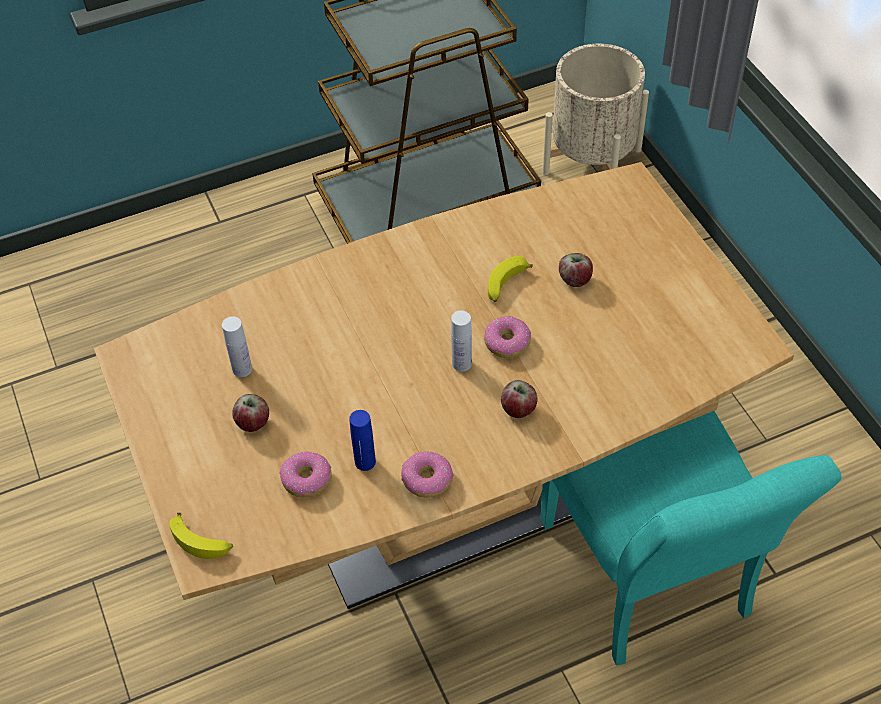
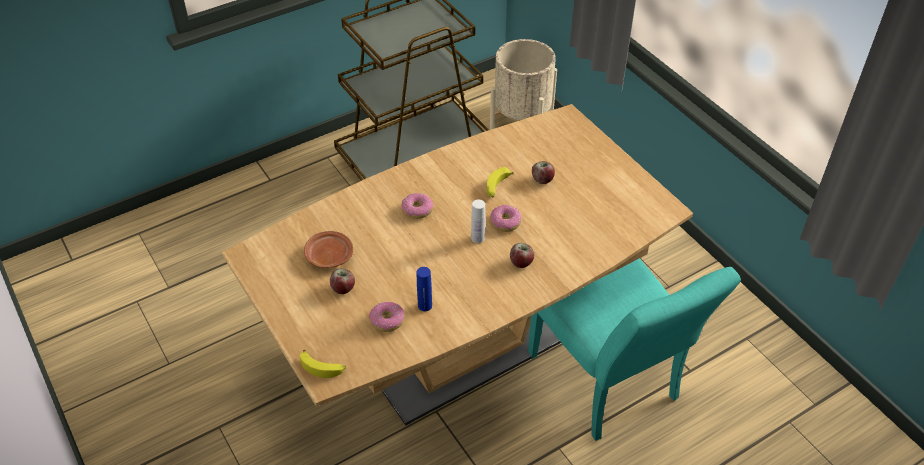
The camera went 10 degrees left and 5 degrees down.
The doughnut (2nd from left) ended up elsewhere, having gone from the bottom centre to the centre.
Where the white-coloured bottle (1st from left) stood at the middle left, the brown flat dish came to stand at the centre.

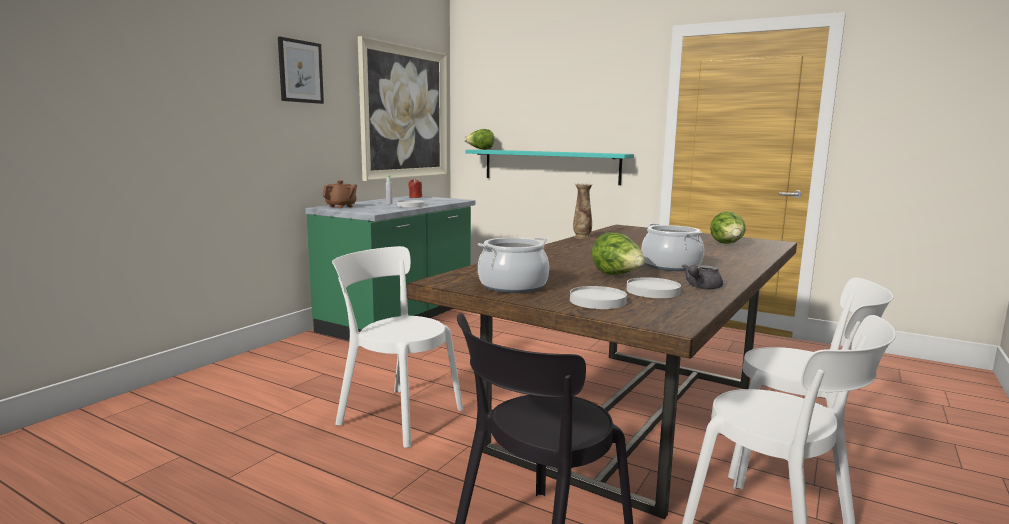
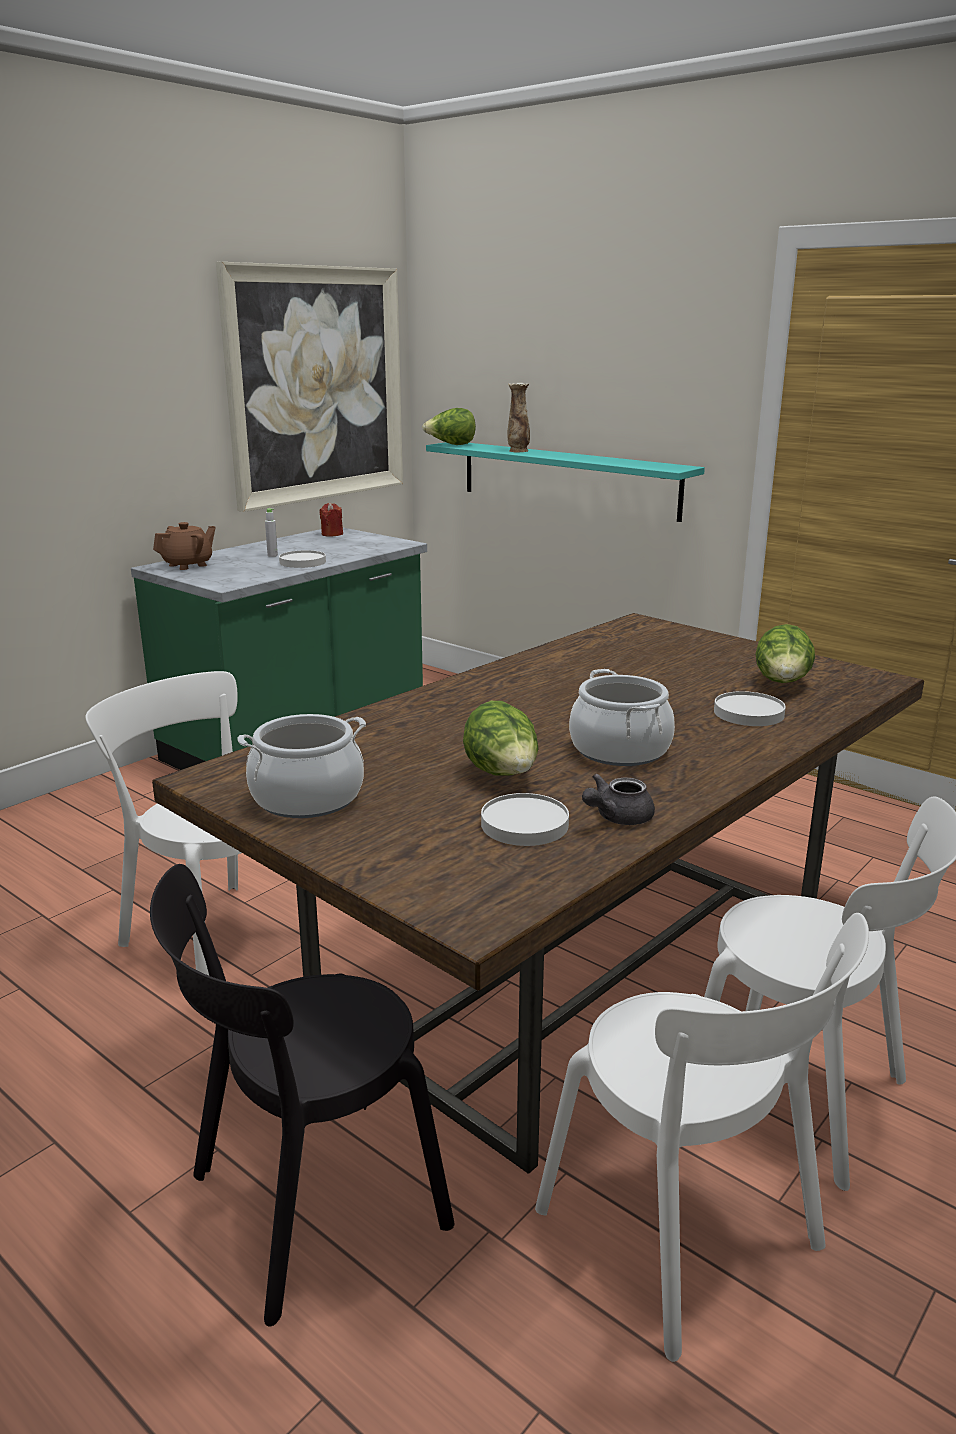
The camera went 10 degrees right and 10 degrees up.
The second view lost the picture (1st from left) at the top left.
The white-coloured flat dish (2nd from left in the first image) ended up elsewhere, having gone from the centre to the middle right.
The vase ended up elsewhere, having gone from the centre to the top centre.

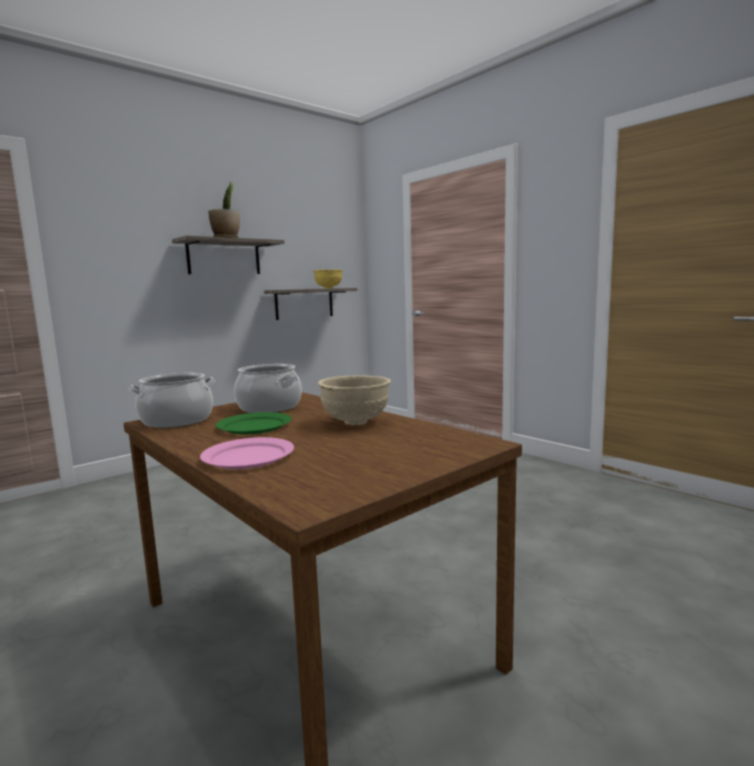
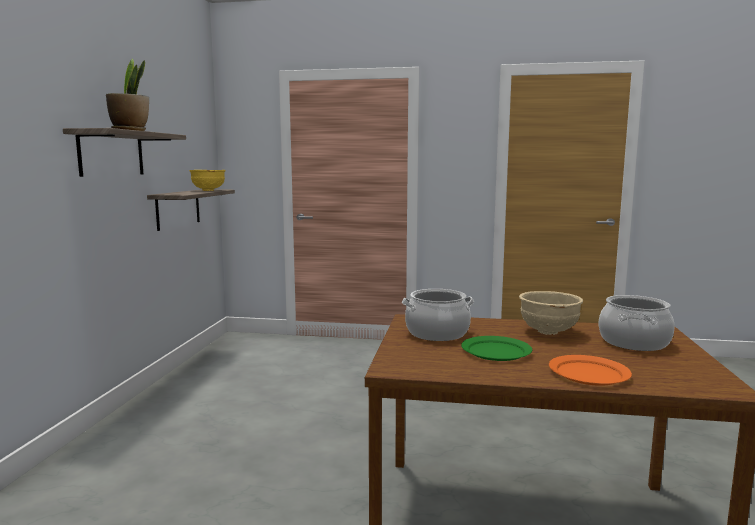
The camera went 40 degrees left and 0 degrees up.
The stockpot (1st from left in the first image) ended up elsewhere, having gone from the middle left to the middle right.
What was the pink flat dish at the middle left turned into the orange flat dish at the bottom right.

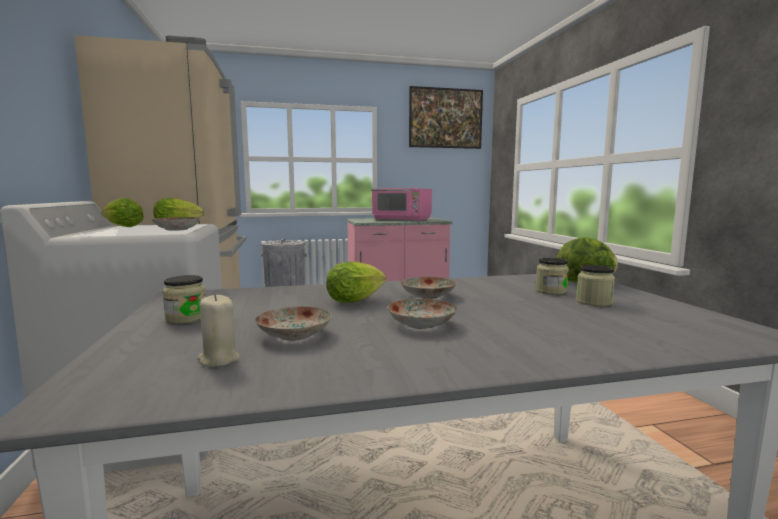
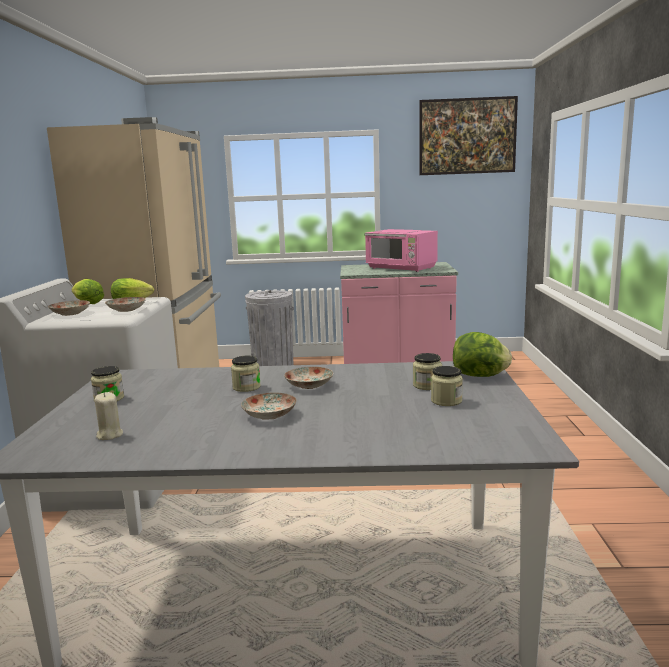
The camera went 15 degrees right and 5 degrees up.
The flat dish (2nd from left in the first image) ended up elsewhere, having gone from the centre to the middle left.
Where the lettuce head (3rd from left) stood at the centre, the jar (2nd from left) came to stand at the centre.

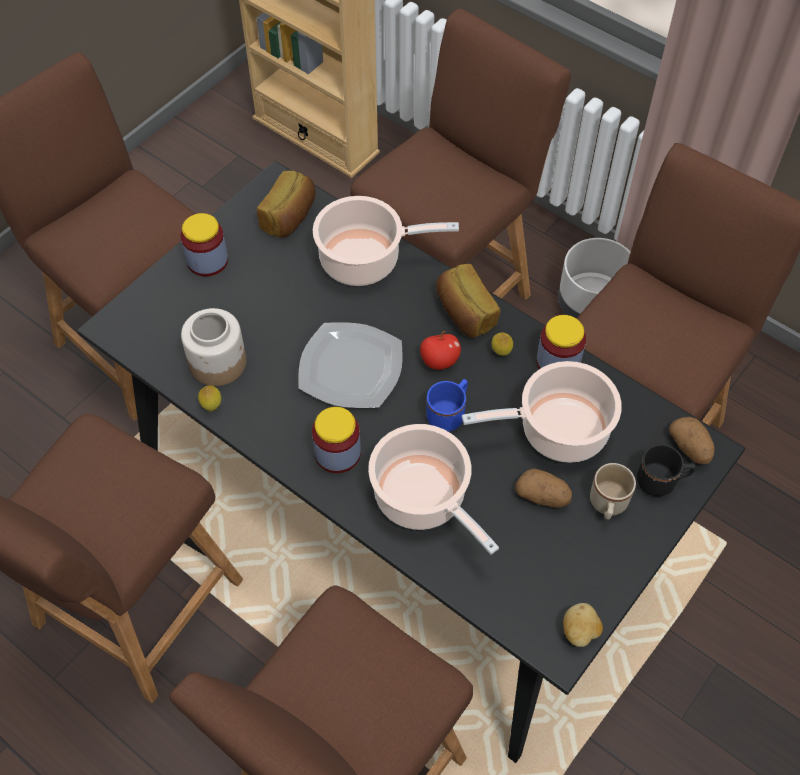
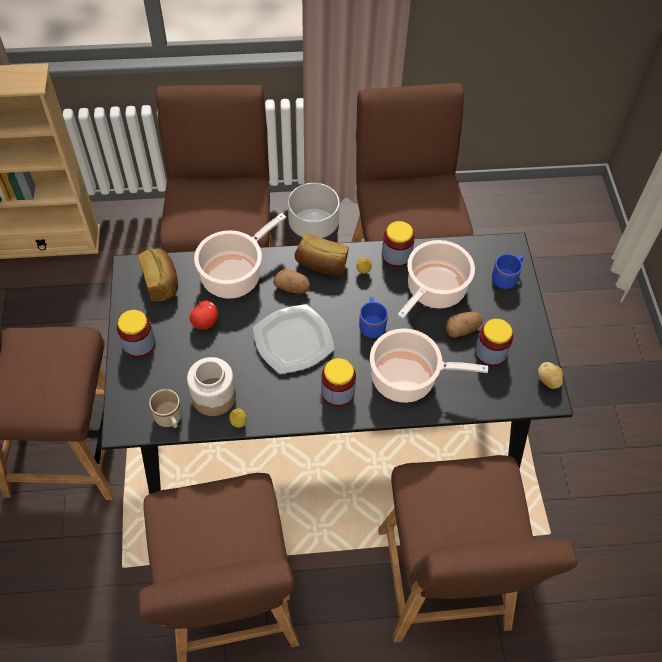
The camera went 45 degrees left and 0 degrees up.
The second view gained the jar (5th from left) at the middle right.
The whole apple ended up elsewhere, having gone from the centre to the middle left.
The beige coffee mug ended up elsewhere, having gone from the middle right to the middle left.
The whole potato (3rd from left in the first image) ended up elsewhere, having gone from the middle right to the centre.
What was the black-coloured coffee mug at the middle right turned into the blue coffee mug (2nd from left) at the middle right.

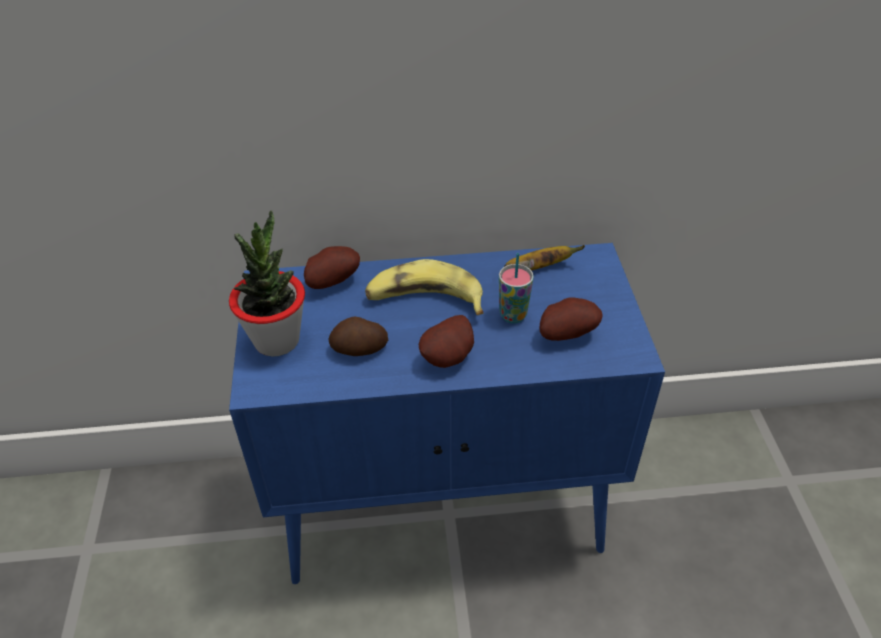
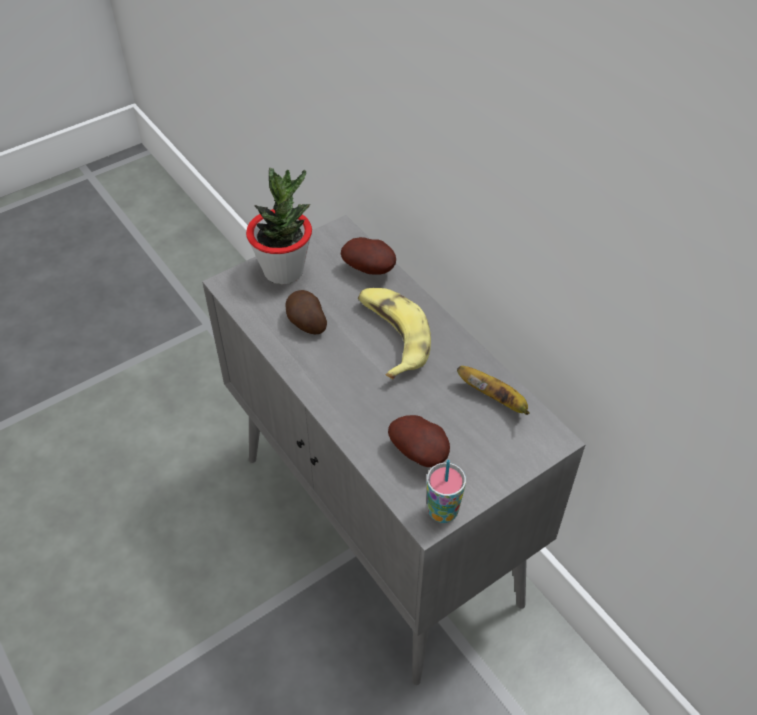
The camera went 60 degrees right and 5 degrees up.
The second view lost the whole potato (3rd from left) at the centre.
The drinking cup ended up elsewhere, having gone from the centre to the bottom centre.
What was the blue cabinet at the centre turned into the grey cabinet at the centre.

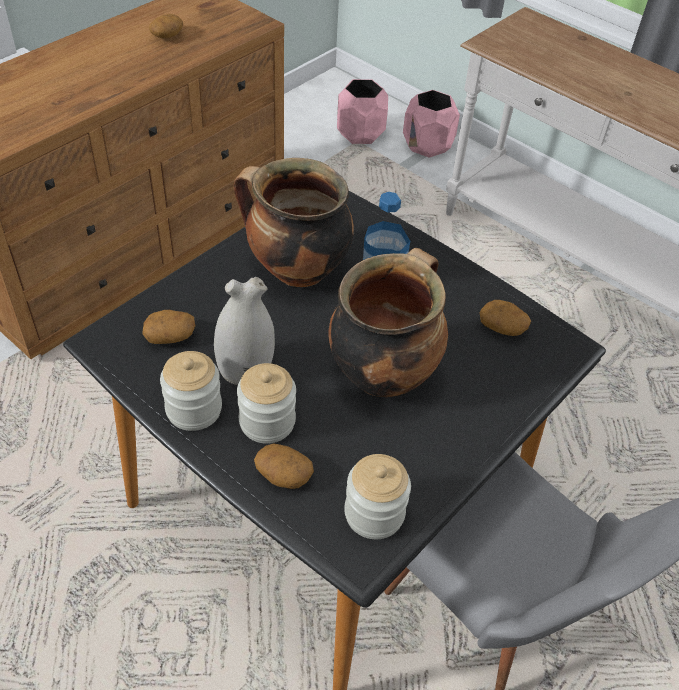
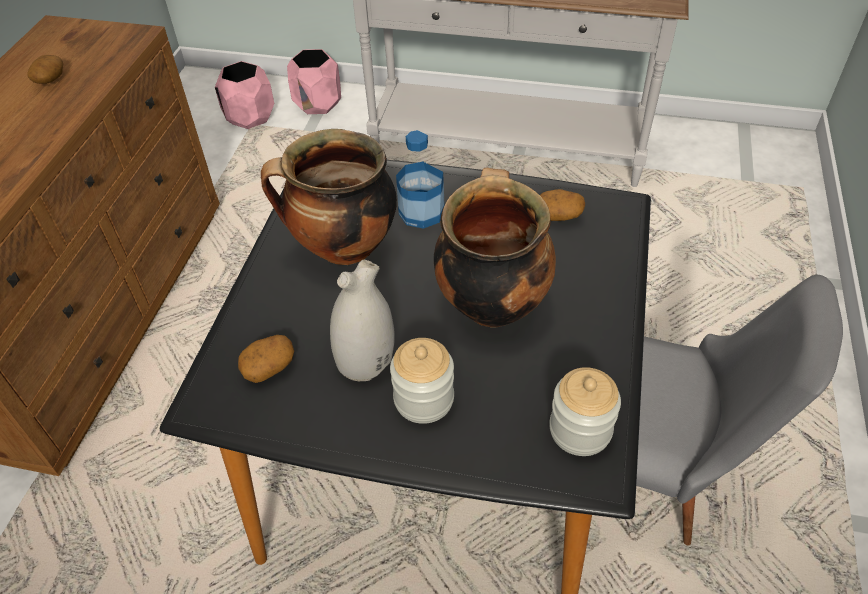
The camera went 25 degrees left and 0 degrees up.
The second view lost the jar (1st from left) at the middle left.
The second view lost the whole potato (3rd from left) at the bottom centre.

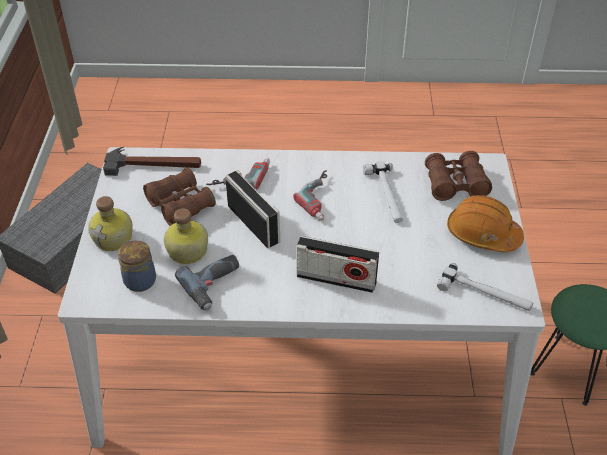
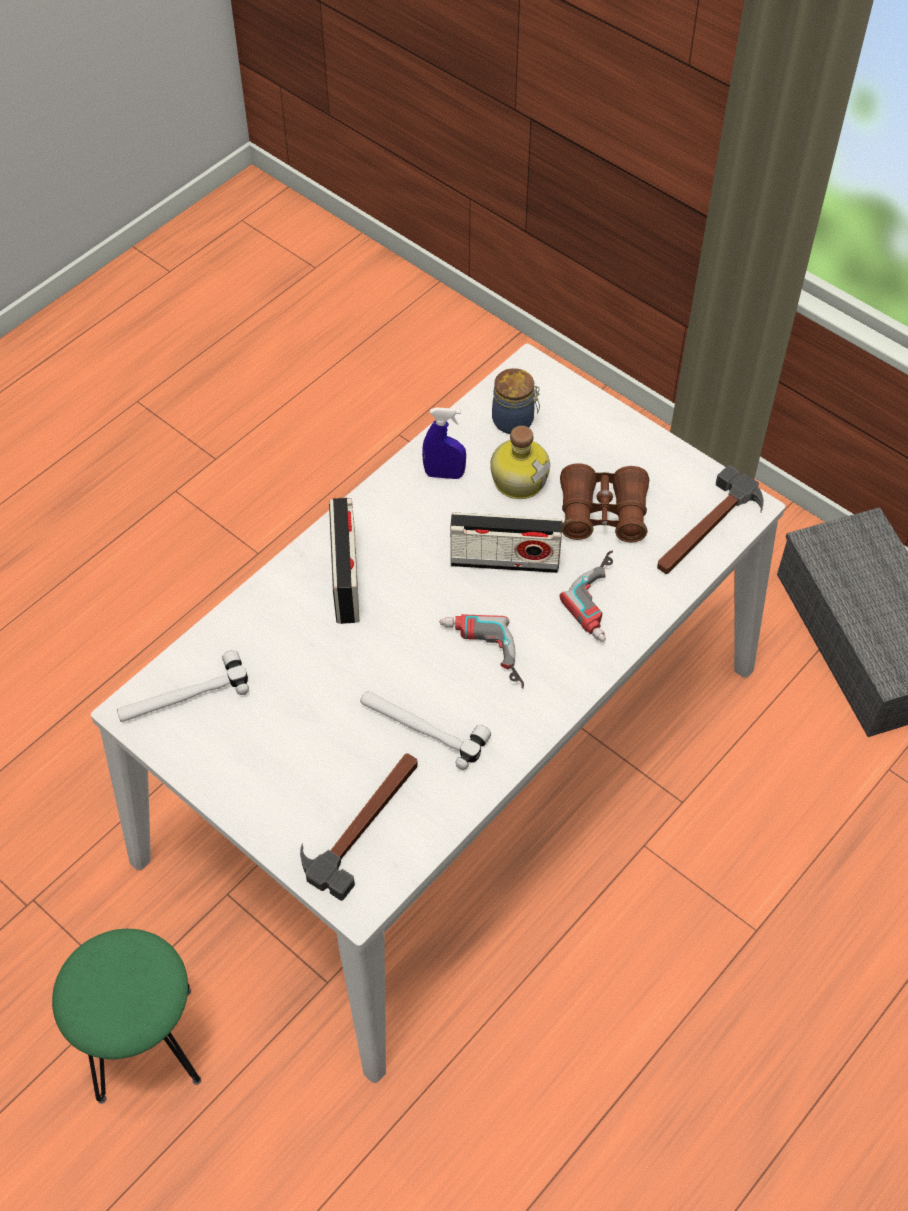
The camera went 130 degrees right and 10 degrees up.
The second view lost the bottle (1st from left) at the middle left.
The second view lost the orange hard hat at the middle right.
Where the electric drill (1st from left) stood at the centre, the blue sprayer came to stand at the centre.
Where the brown field glasses (2nd from left) stood at the middle right, the hand hammer (2nd from left) came to stand at the bottom centre.
The radio (2nd from left in the first image) at the centre ended up facing another way, 120 degrees clockwise from before.

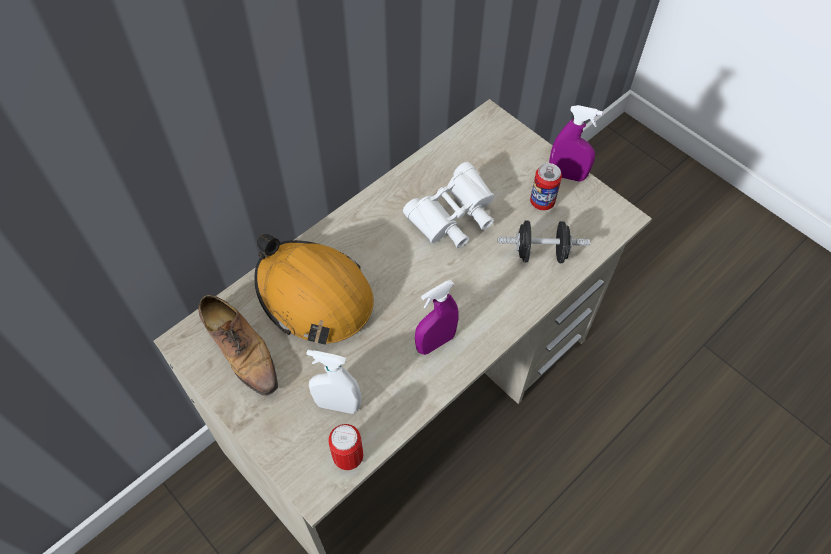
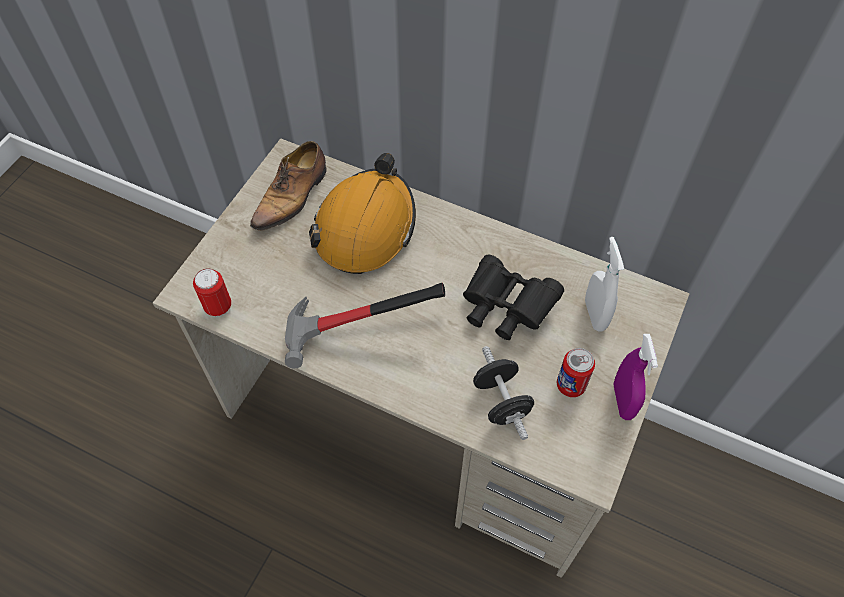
The camera went 70 degrees right and 0 degrees up.
The white-coloured sprayer ended up elsewhere, having gone from the bottom centre to the middle right.
Where the purplish sprayer (1st from left) stood at the centre, the hand hammer came to stand at the centre.
What was the white-coloured field glasses at the centre turned into the black-coloured field glasses at the centre.

